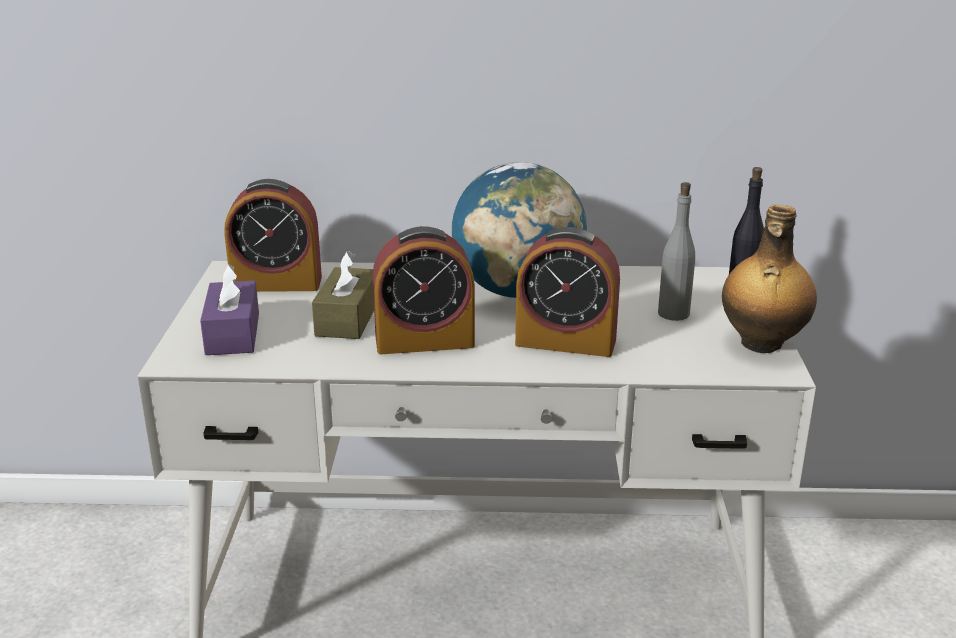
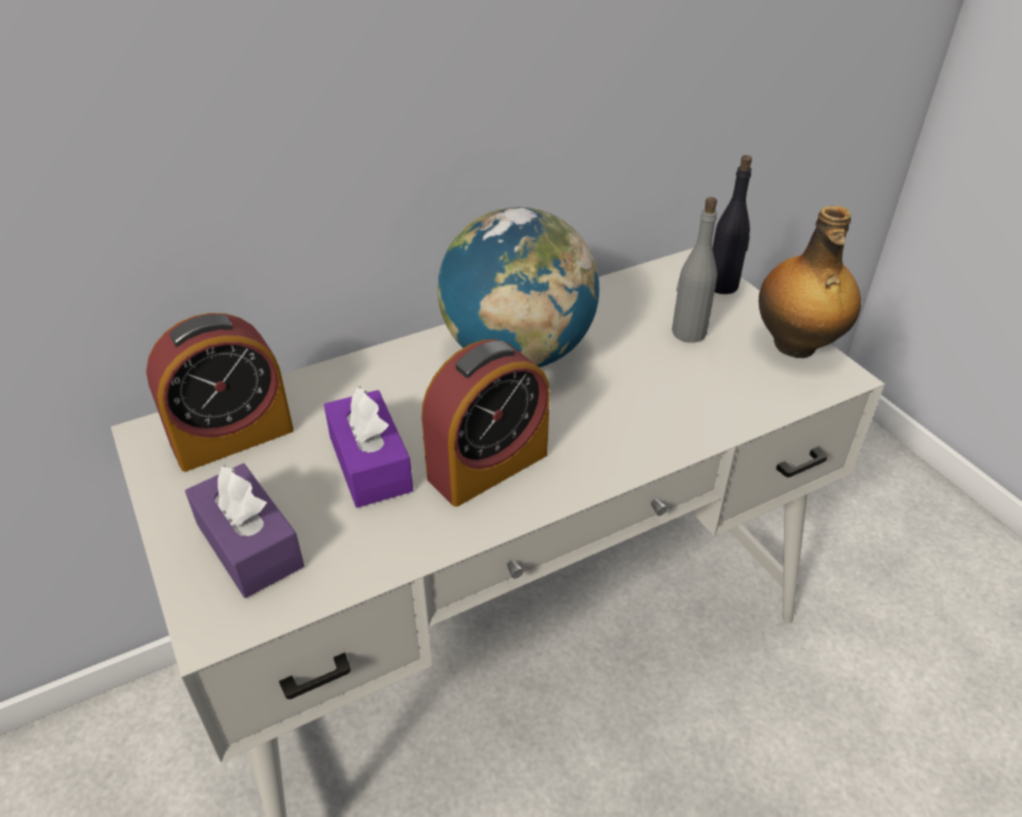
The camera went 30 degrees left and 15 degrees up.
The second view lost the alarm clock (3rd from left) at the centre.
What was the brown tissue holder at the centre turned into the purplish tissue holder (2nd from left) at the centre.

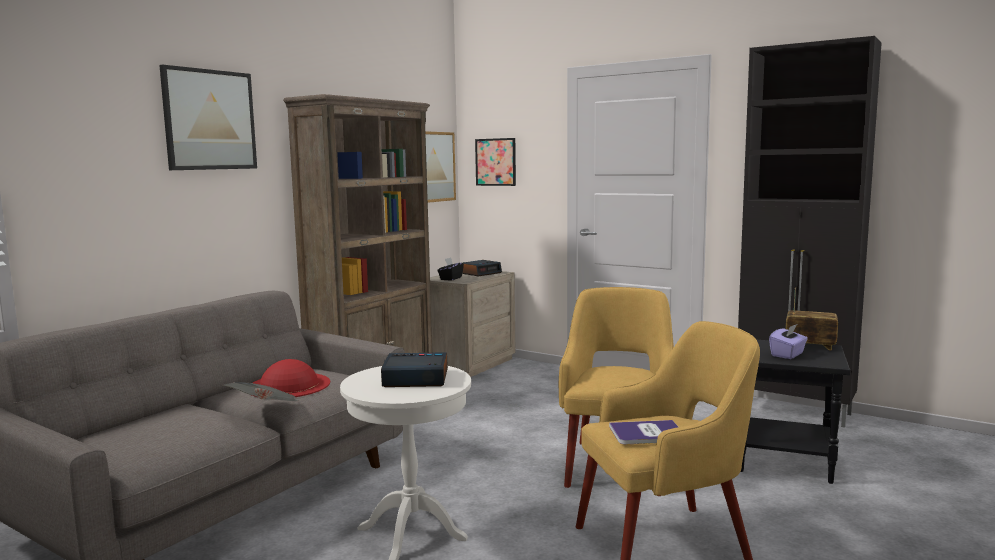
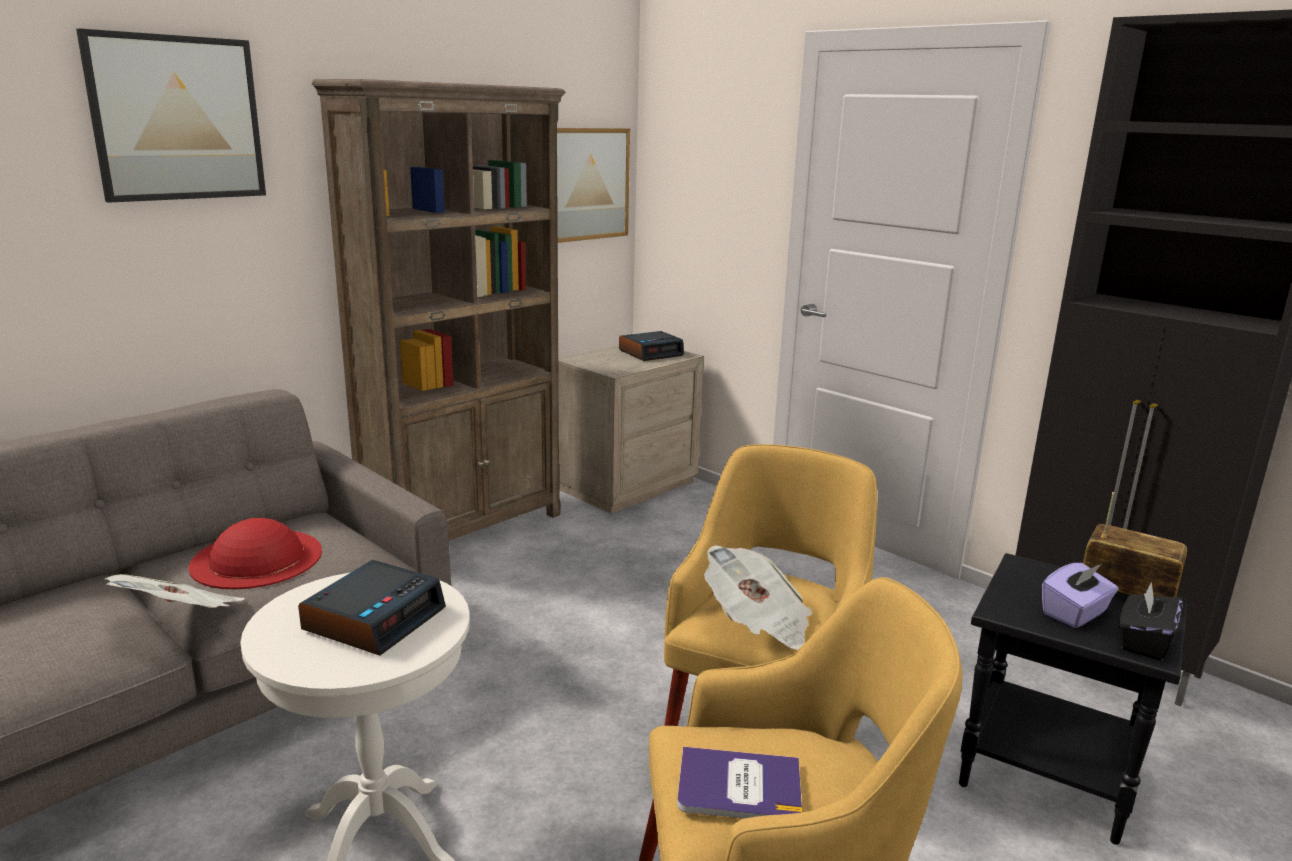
The camera went 10 degrees right and 10 degrees up.
The second view lost the picture (3rd from left) at the top centre.
The second view gained the newspaper (2nd from left) at the bottom centre.
The black-coloured tissue holder ended up elsewhere, having gone from the centre to the bottom right.
The alarm clock (1st from left) at the centre ended up facing another way, 105 degrees clockwise from before.

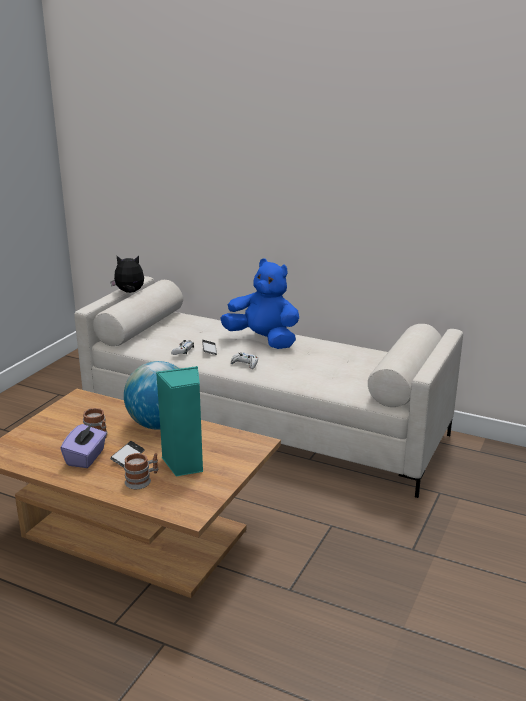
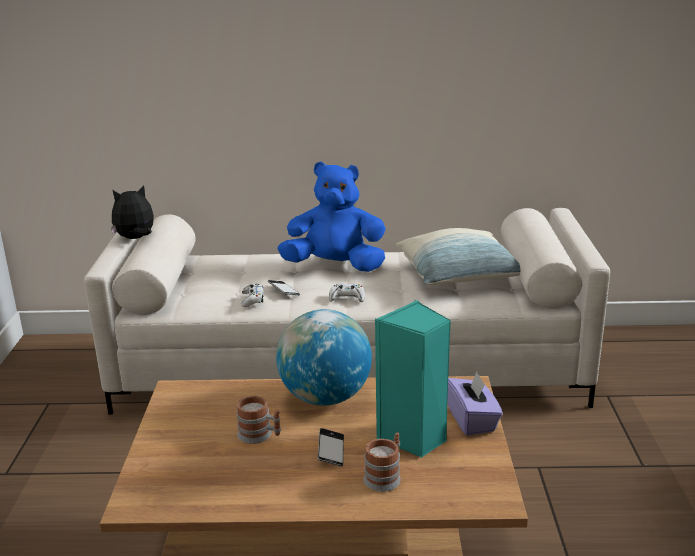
The camera went 25 degrees left and 0 degrees up.
The second view gained the throw pillow at the centre.
The purplish tissue holder ended up elsewhere, having gone from the middle left to the bottom right.

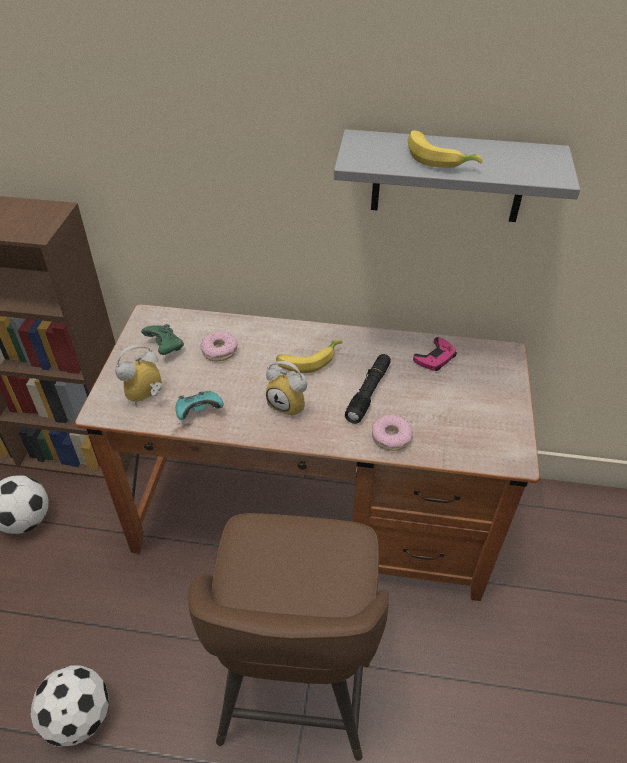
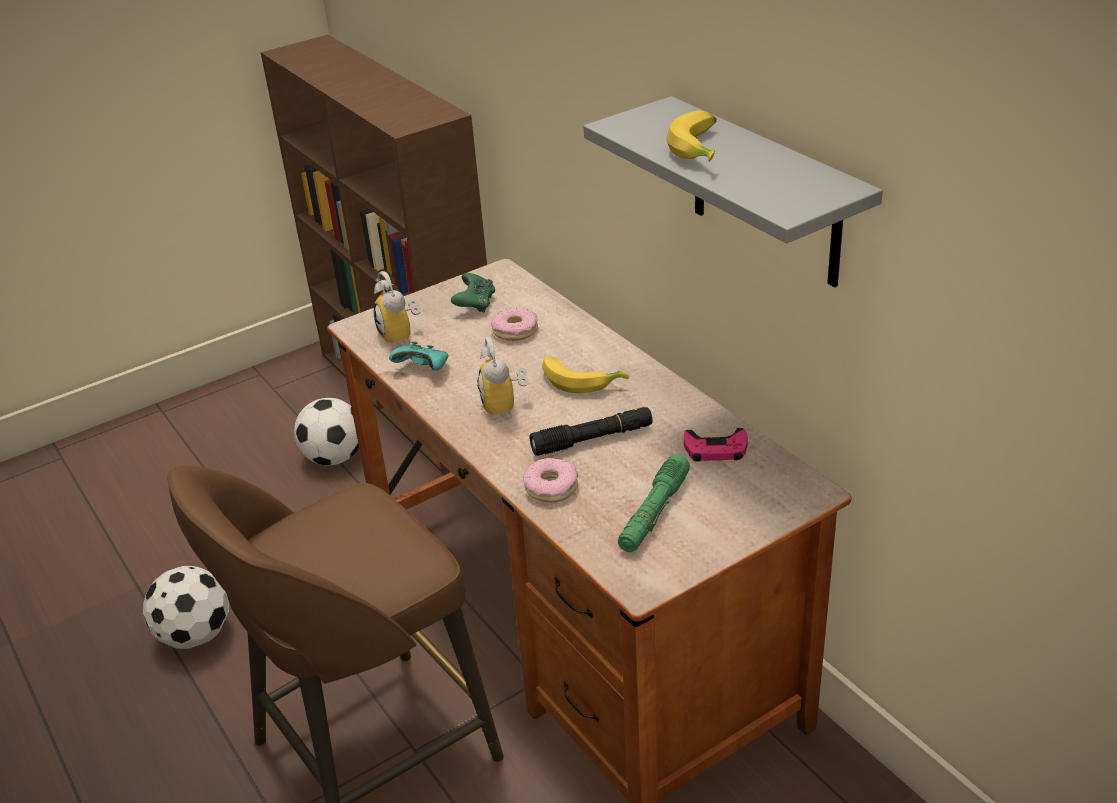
The camera went 50 degrees right and 10 degrees down.
The second view gained the green torch at the centre.
The alarm clock (1st from left) at the middle left ended up facing another way, 120 degrees counterclockwise from before.

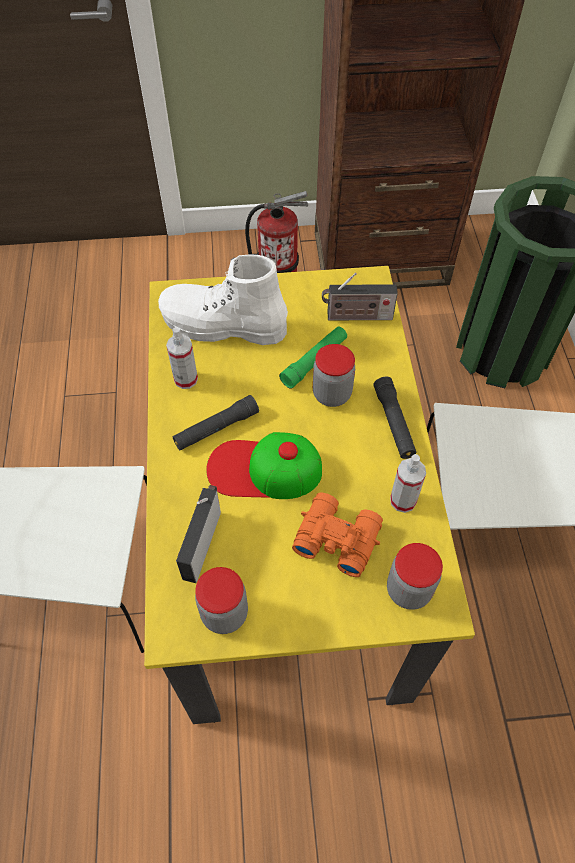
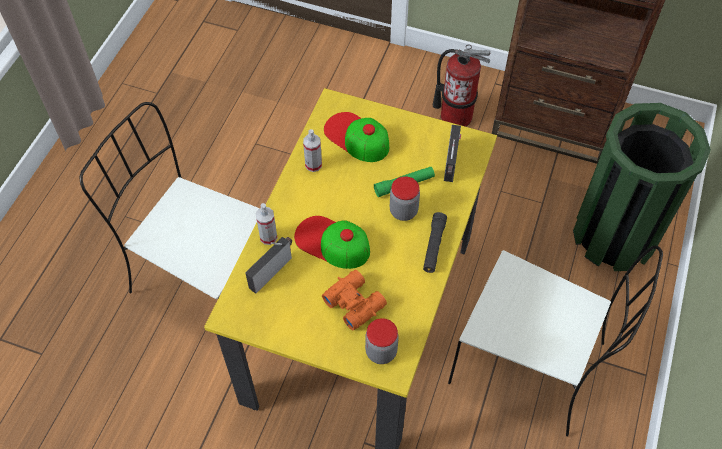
The camera went 25 degrees right and 0 degrees up.
The second view lost the black-coloured torch (1st from left) at the centre.
The second view lost the jar (1st from left) at the bottom centre.
The sprayer (2nd from left in the first image) ended up elsewhere, having gone from the middle right to the centre.
Where the white-coloured tall boot stood at the centre, the peaked cap (2nd from left) came to stand at the top centre.
The radio (2nd from left) at the centre ended up facing another way, 105 degrees counterclockwise from before.

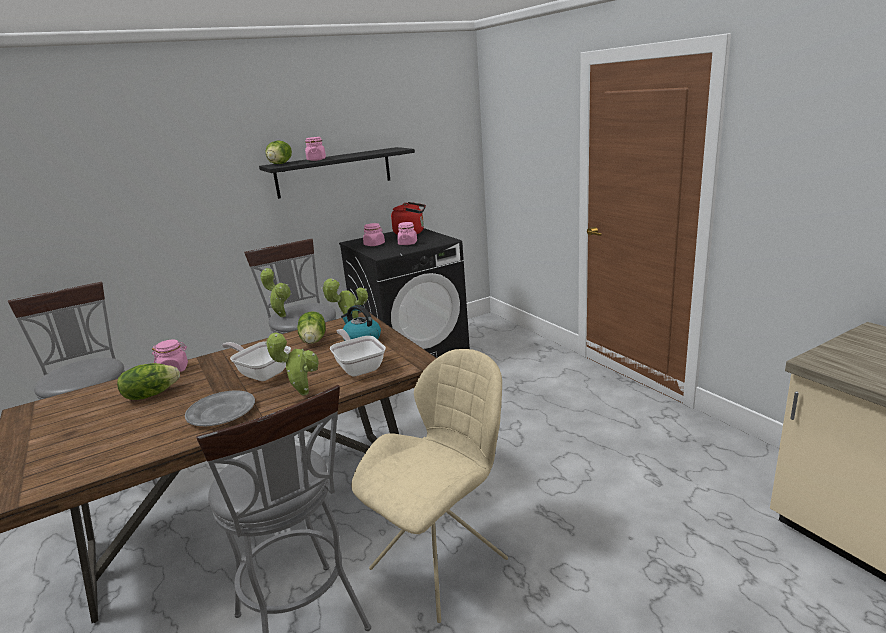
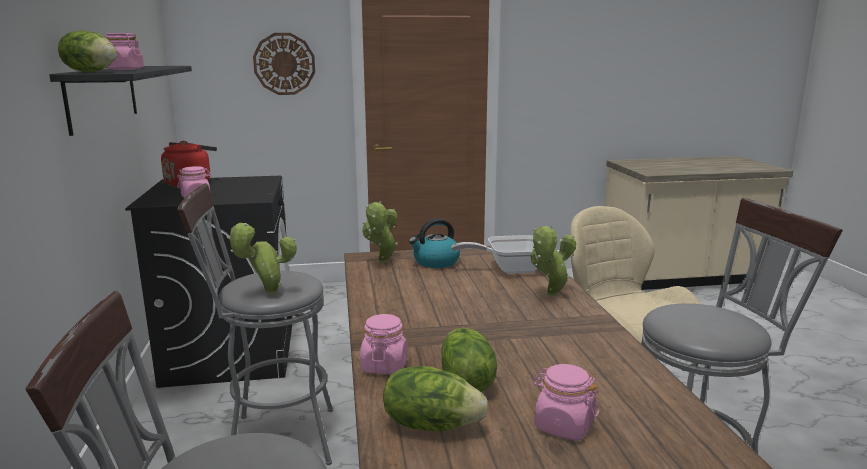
The camera went 70 degrees left and 5 degrees down.
The second view lost the grey flat dish at the middle left.
The second view lost the skillet (1st from left) at the middle left.
The second view gained the clock on the wall at the top left.
The lettuce head (3rd from left in the first image) ended up elsewhere, having gone from the centre to the bottom centre.
The pink jar (4th from left) ended up elsewhere, having gone from the centre to the bottom centre.

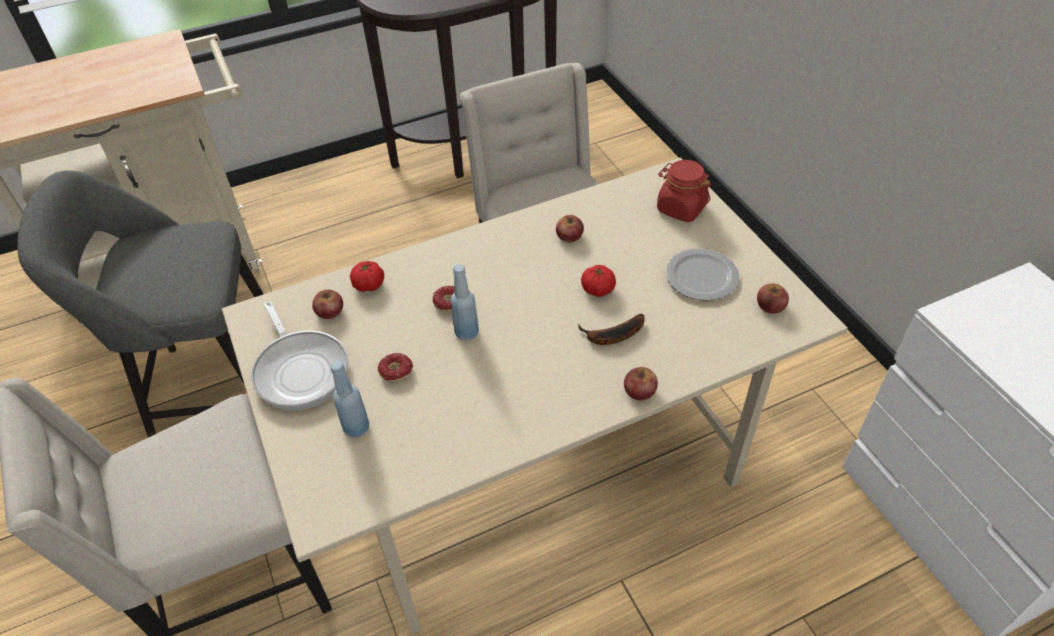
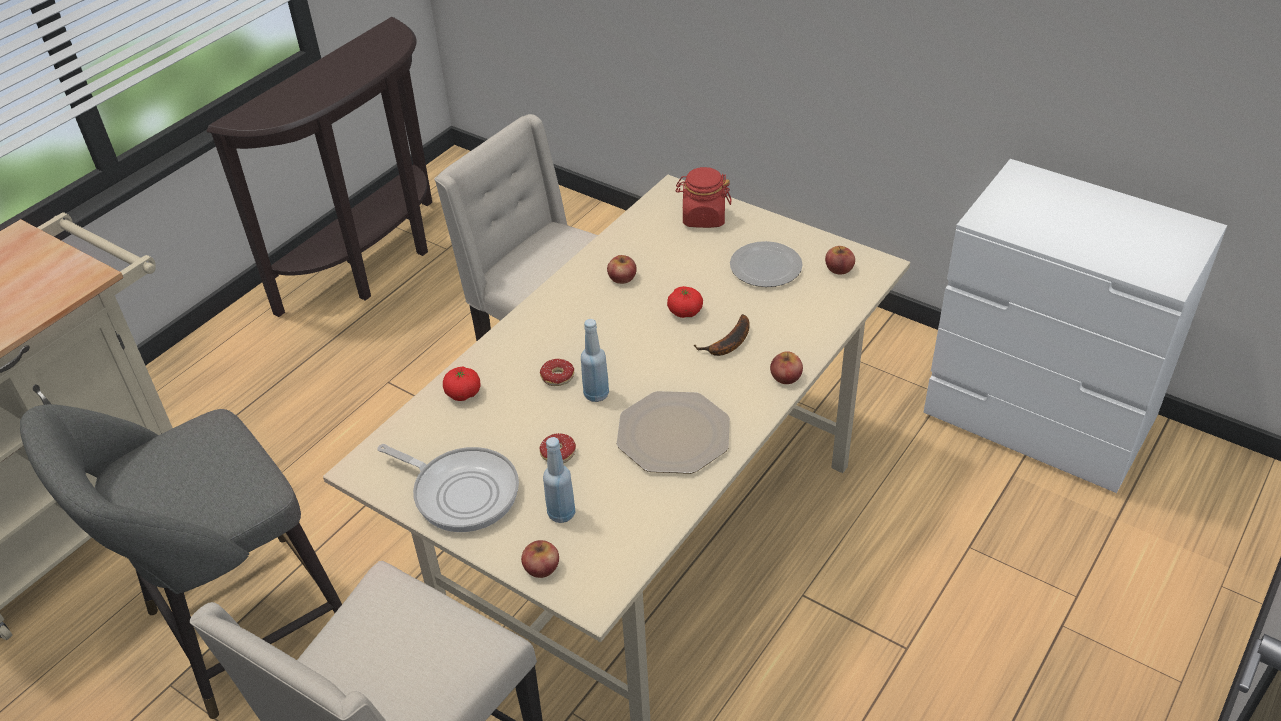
The camera went 30 degrees left and 5 degrees down.
The second view gained the flat dish (1st from left) at the centre.
The whole apple (1st from left) ended up elsewhere, having gone from the middle left to the bottom centre.

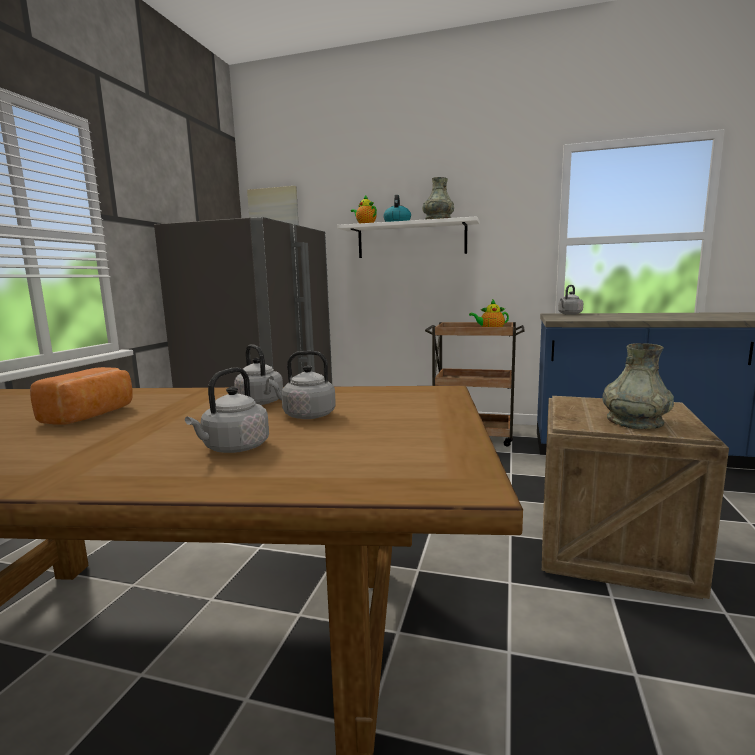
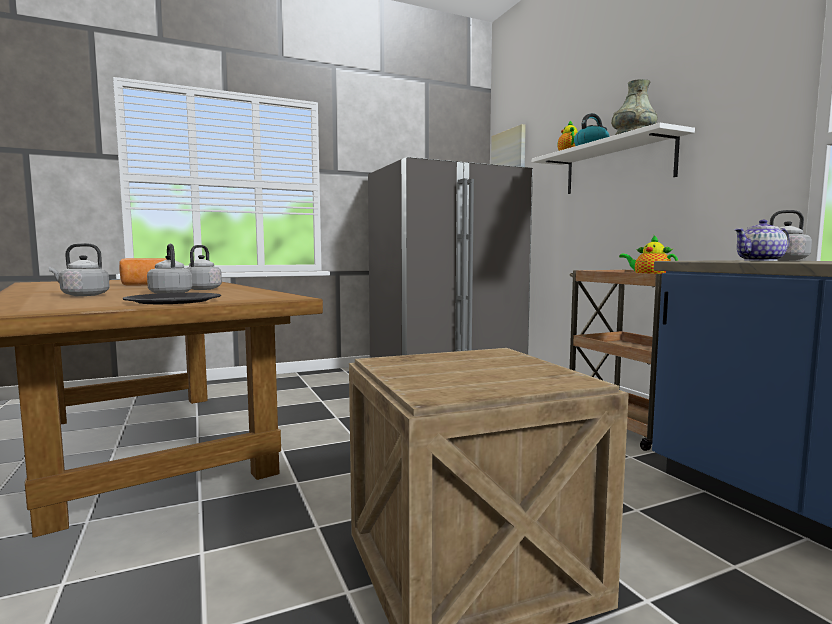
The camera went 50 degrees right and 5 degrees down.
The second view lost the grey vase (2nd from left) at the middle right.
The second view gained the black-coloured flat dish at the middle left.
The second view gained the pot for tea (3rd from left) at the middle right.

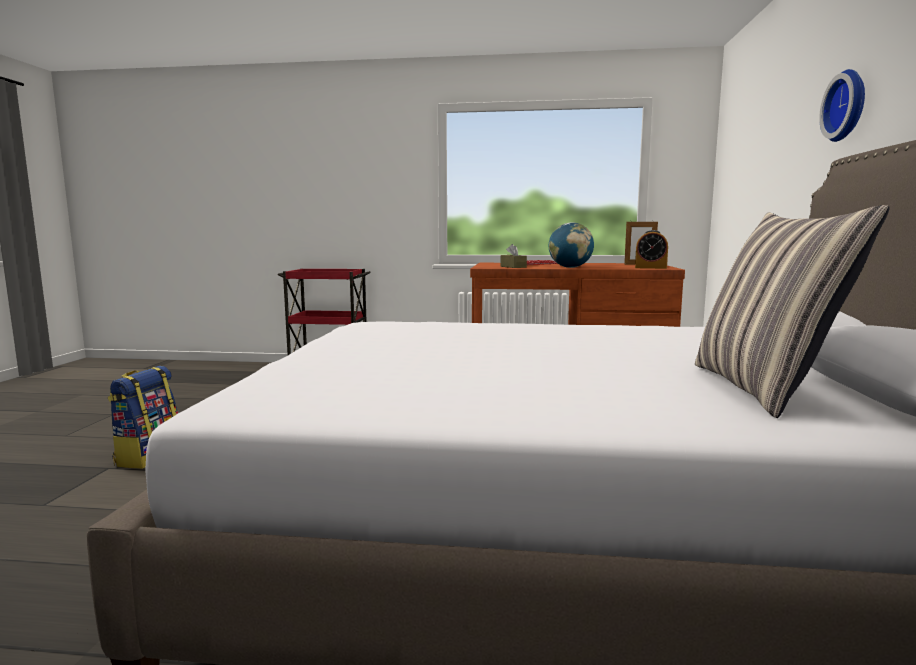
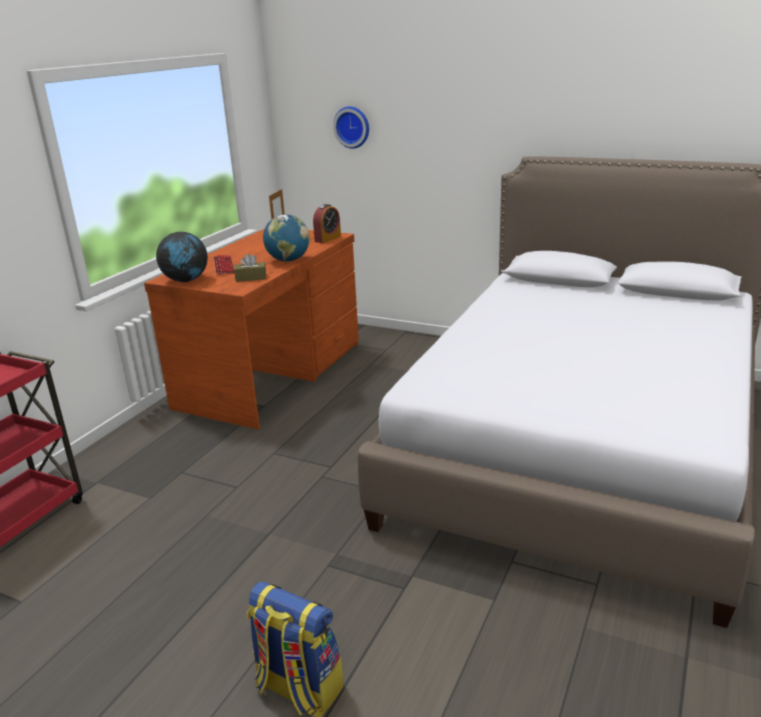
The camera went 70 degrees left and 15 degrees up.
The second view lost the throw pillow at the middle right.
The second view gained the desk globe (1st from left) at the middle left.
The clock on the wall ended up elsewhere, having gone from the top right to the top centre.

